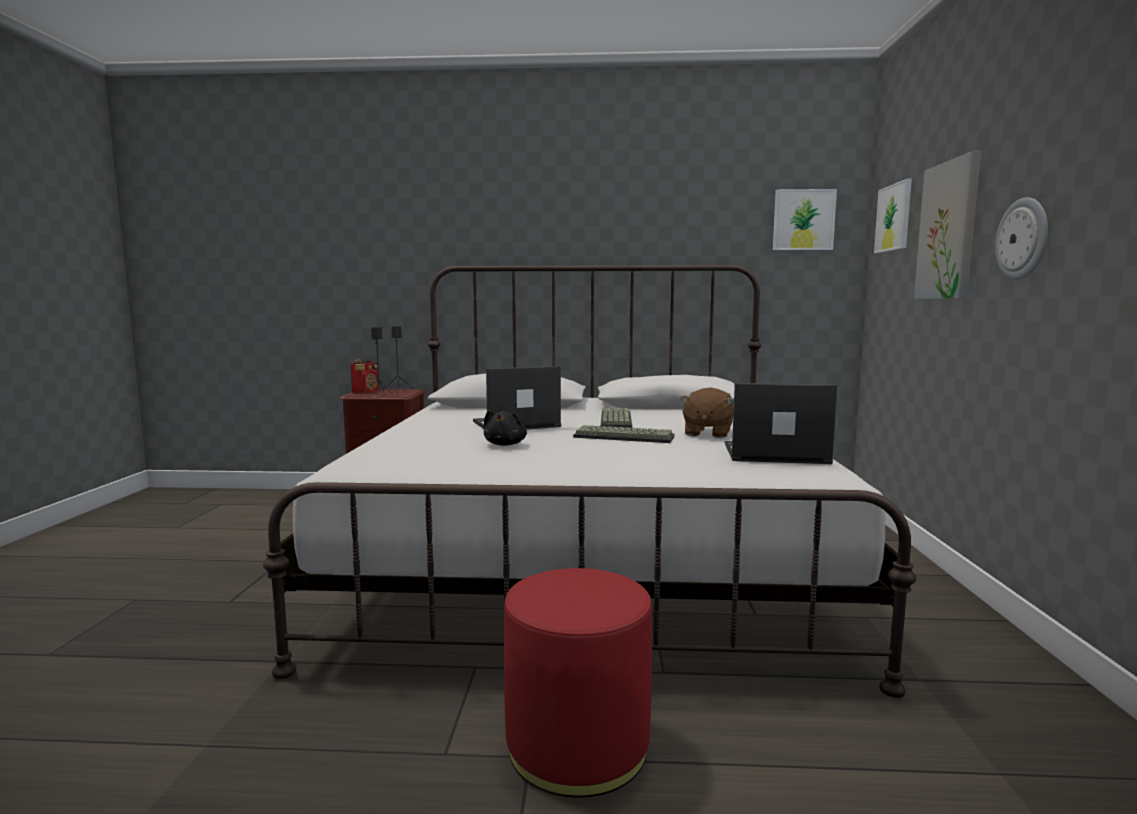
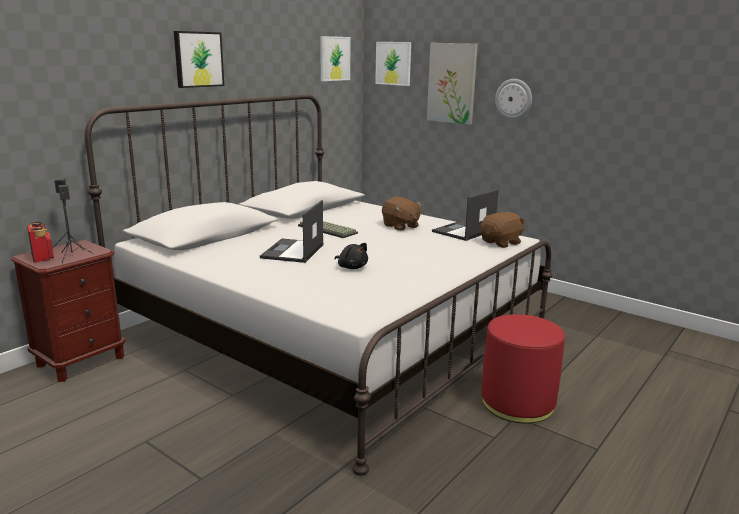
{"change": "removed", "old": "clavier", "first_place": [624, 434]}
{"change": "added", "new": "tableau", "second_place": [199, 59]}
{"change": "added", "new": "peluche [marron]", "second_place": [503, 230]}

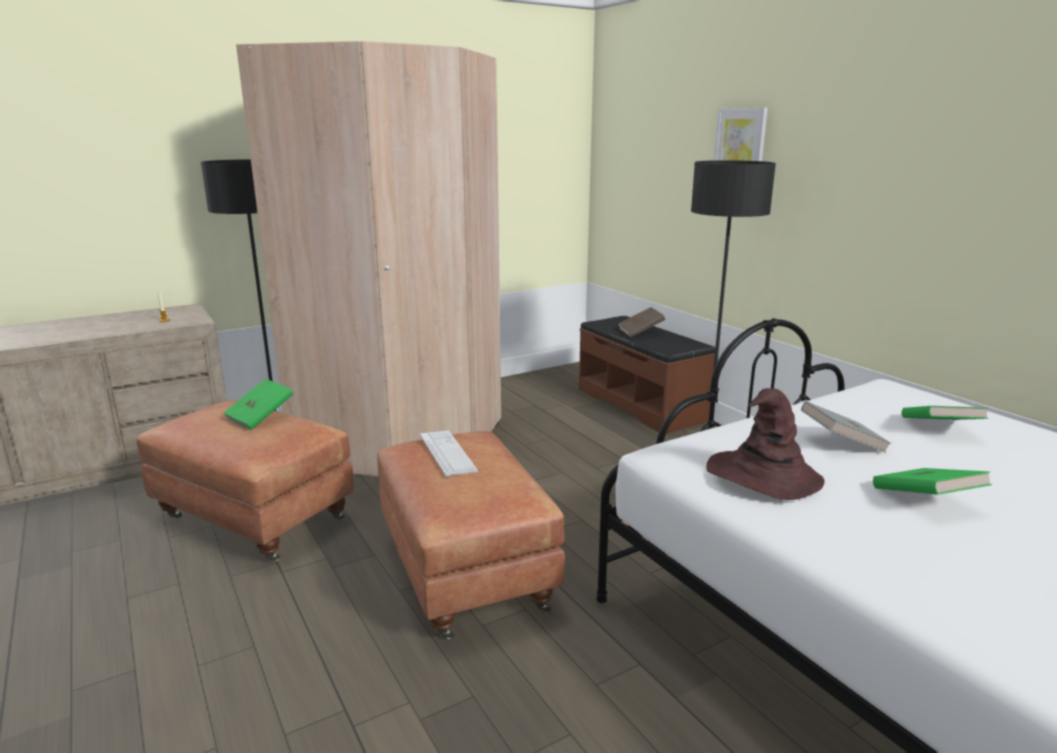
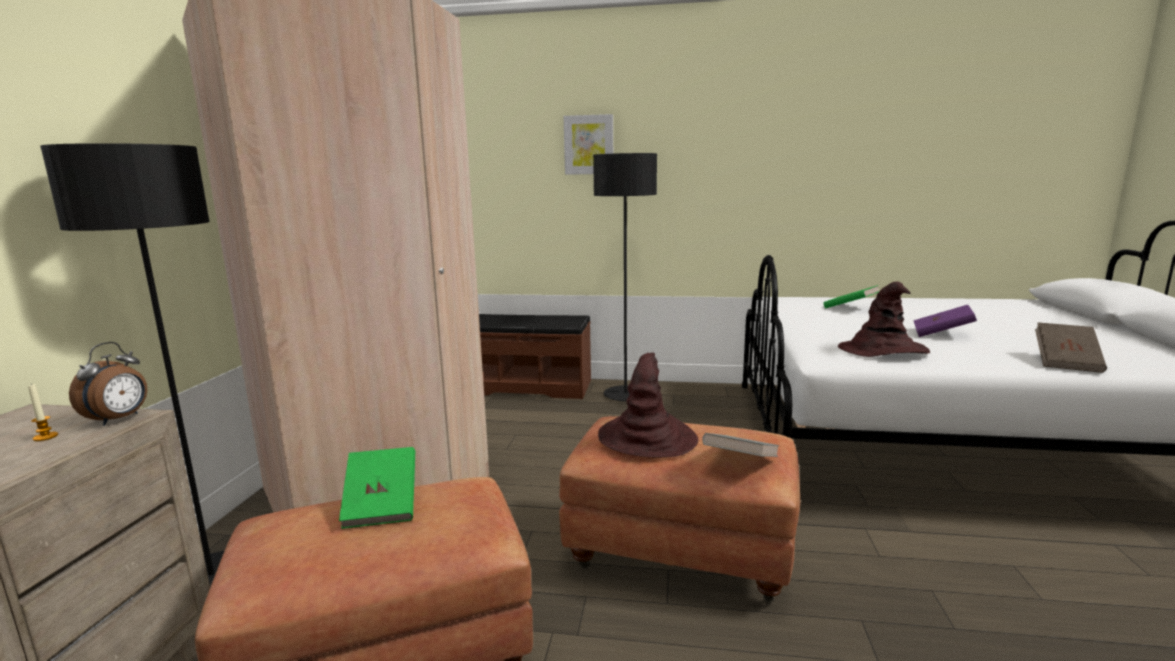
{"change": "moved", "old": "livre [marron]", "first_place": [641, 322], "second_place": [1071, 347]}
{"change": "moved", "old": "livre [gris]", "first_place": [846, 427], "second_place": [740, 445]}
{"change": "replaced", "old": "clavier", "new": "chapeau [marron]", "first_place": [449, 453], "second_place": [648, 405]}
{"change": "recoloured", "old": "livre [vert]", "new": "livre [violet]", "first_place": [932, 481], "second_place": [945, 321]}
{"change": "added", "new": "réveil", "second_place": [108, 384]}

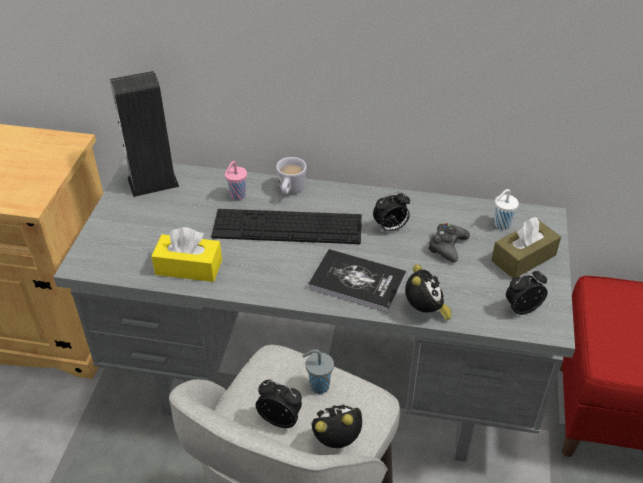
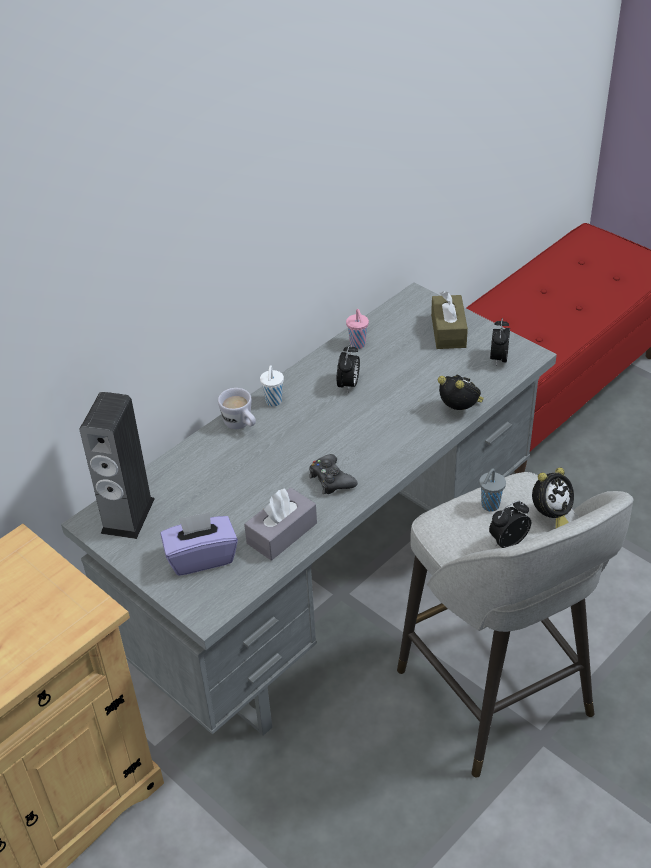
{"change": "moved", "old": "tasse [rose]", "first_place": [236, 180], "second_place": [357, 329]}
{"change": "moved", "old": "tasse [blanc]", "first_place": [506, 209], "second_place": [272, 385]}
{"change": "removed", "old": "clavier", "first_place": [286, 226]}
{"change": "moved", "old": "manette [noir]", "first_place": [449, 243], "second_place": [333, 474]}
{"change": "recoloured", "old": "boîte à mouchoirs [jaune]", "new": "boîte à mouchoirs [gris]", "first_place": [186, 254], "second_place": [280, 524]}
{"change": "removed", "old": "livre", "first_place": [357, 281]}
{"change": "turned", "old": "réveil", "first_place": [336, 426], "second_place": [553, 498], "degrees": -150}
{"change": "added", "new": "boîte à mouchoirs [violet]", "second_place": [199, 544]}

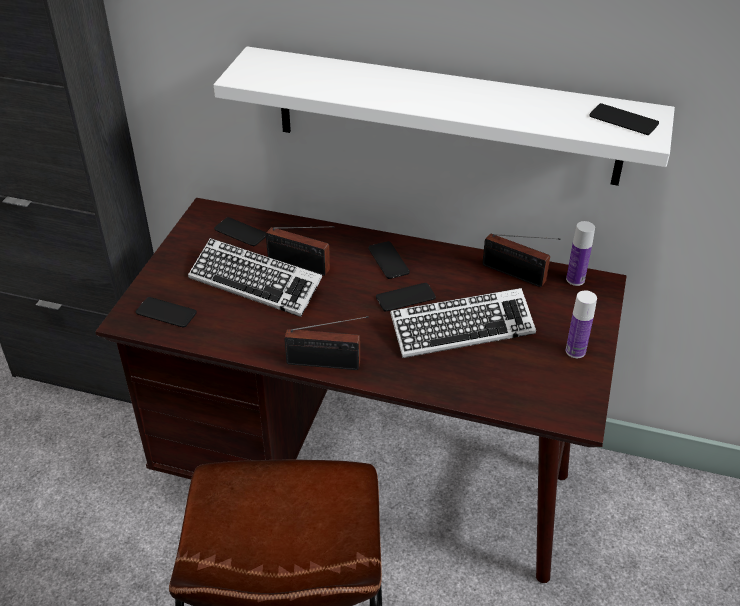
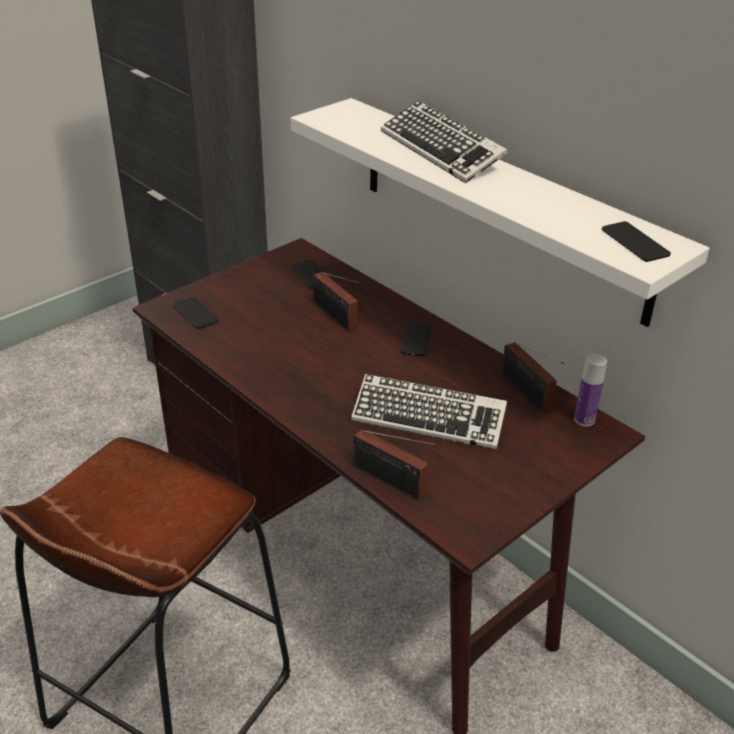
{"change": "moved", "old": "clavier", "first_place": [255, 277], "second_place": [444, 142]}
{"change": "removed", "old": "téléphone", "first_place": [406, 297]}
{"change": "removed", "old": "bouteille", "first_place": [581, 324]}
{"change": "moved", "old": "radio", "first_place": [326, 343], "second_place": [395, 465]}

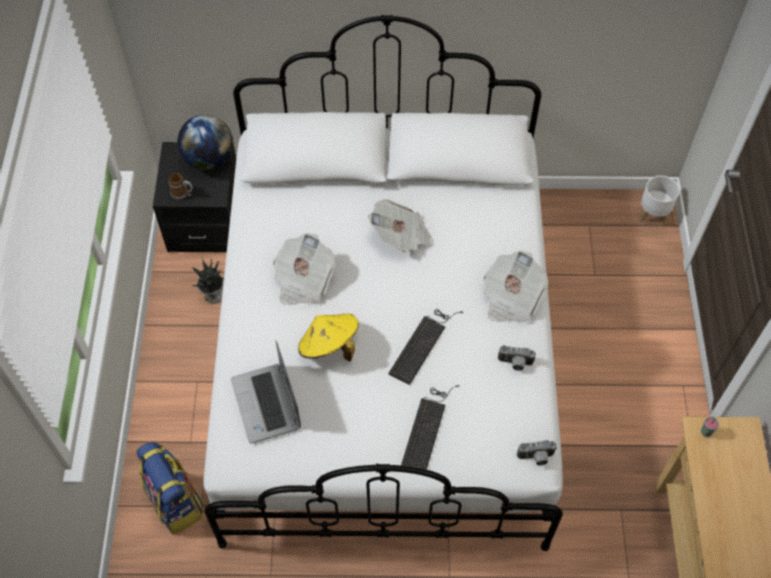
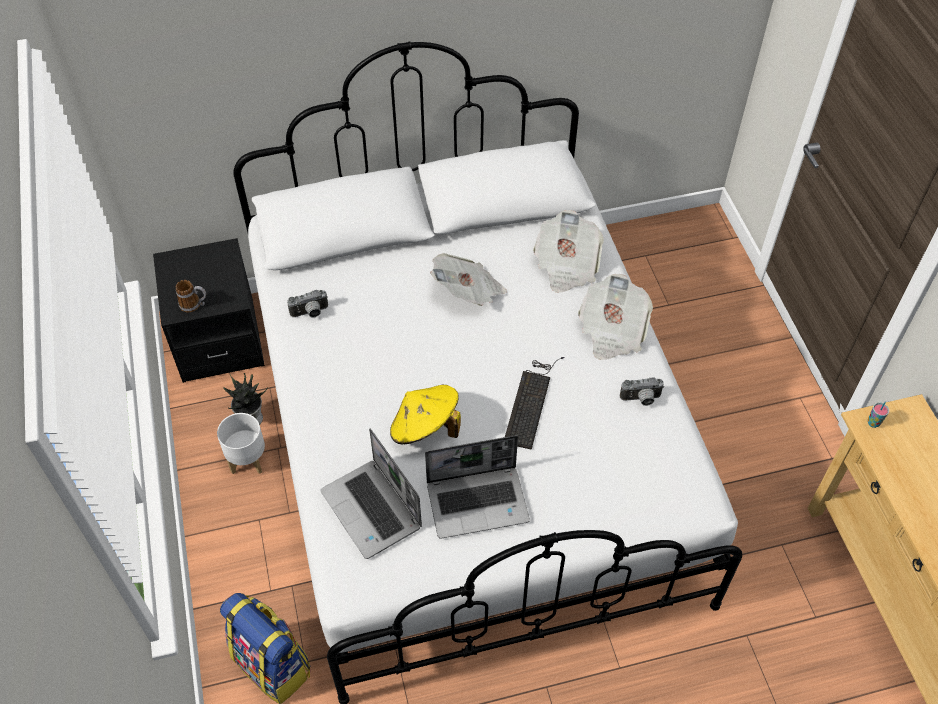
{"change": "removed", "old": "globe", "first_place": [205, 142]}
{"change": "moved", "old": "cache-pot [blanc]", "first_place": [660, 201], "second_place": [241, 443]}
{"change": "moved", "old": "journal", "first_place": [304, 269], "second_place": [568, 251]}
{"change": "removed", "old": "clavier", "first_place": [430, 427]}
{"change": "moved", "old": "appareil photo", "first_place": [537, 452], "second_place": [307, 304]}
{"change": "added", "new": "ordinateur portable", "second_place": [477, 487]}

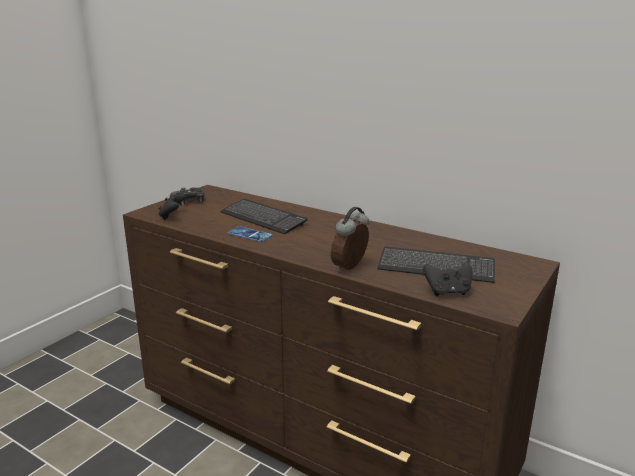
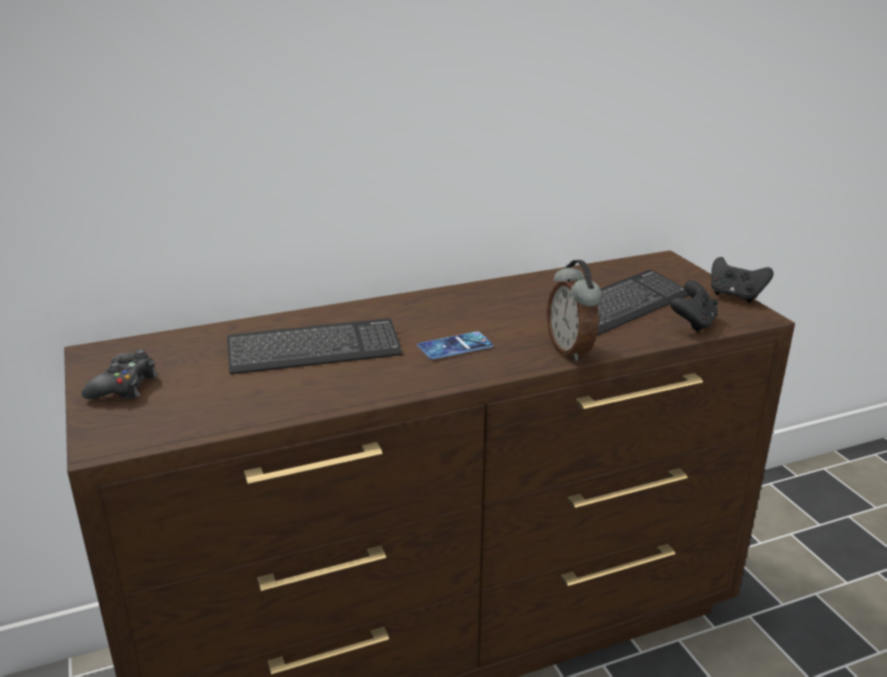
{"change": "moved", "old": "manette [noir]", "first_place": [171, 206], "second_place": [742, 280]}
{"change": "moved", "old": "téléphone", "first_place": [250, 234], "second_place": [455, 345]}

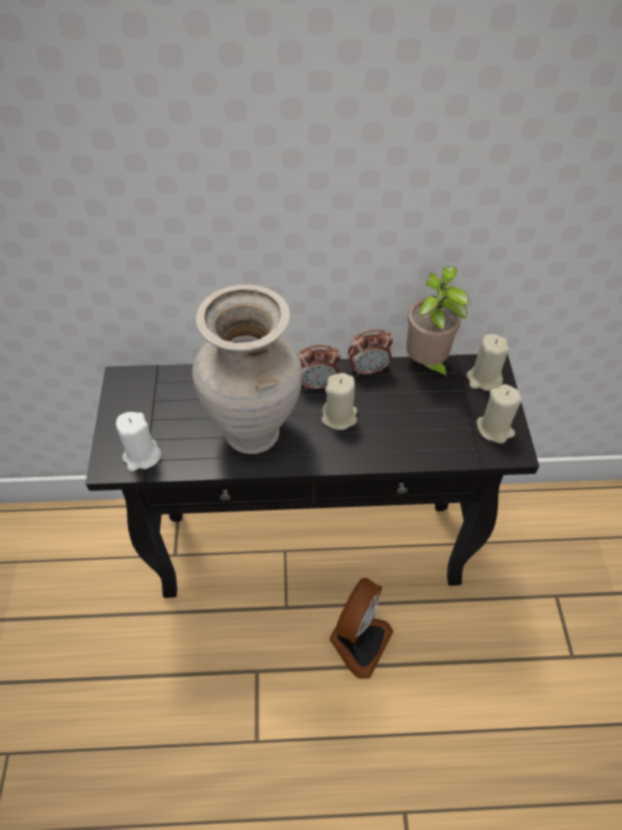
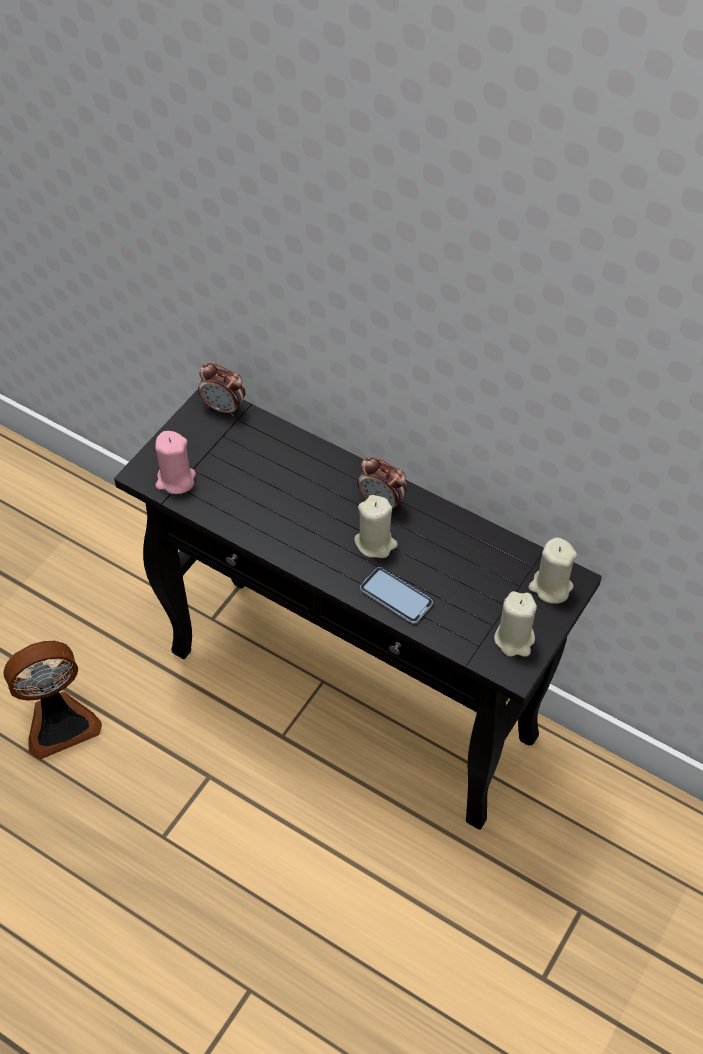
{"change": "removed", "old": "plante en pot", "first_place": [437, 324]}
{"change": "removed", "old": "vase [beige]", "first_place": [247, 369]}
{"change": "moved", "old": "réveil", "first_place": [370, 353], "second_place": [222, 389]}
{"change": "recoloured", "old": "bougie [blanc]", "new": "bougie [rose]", "first_place": [139, 442], "second_place": [175, 462]}
{"change": "moved", "old": "ventilateur", "first_place": [361, 628], "second_place": [52, 700]}
{"change": "added", "new": "téléphone", "second_place": [396, 595]}

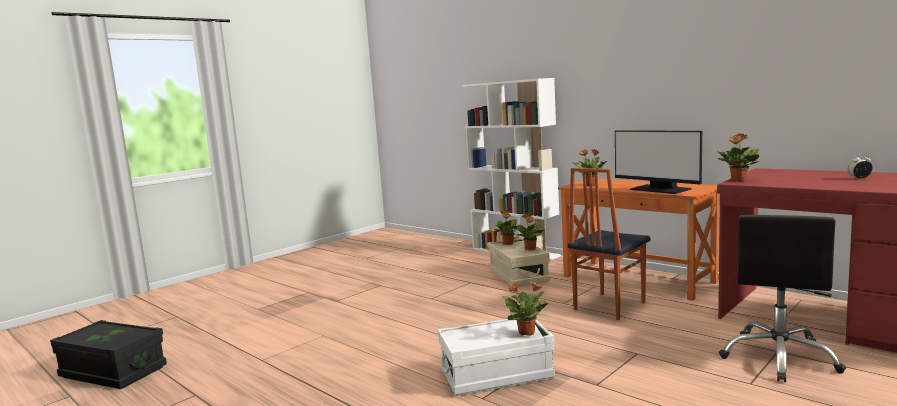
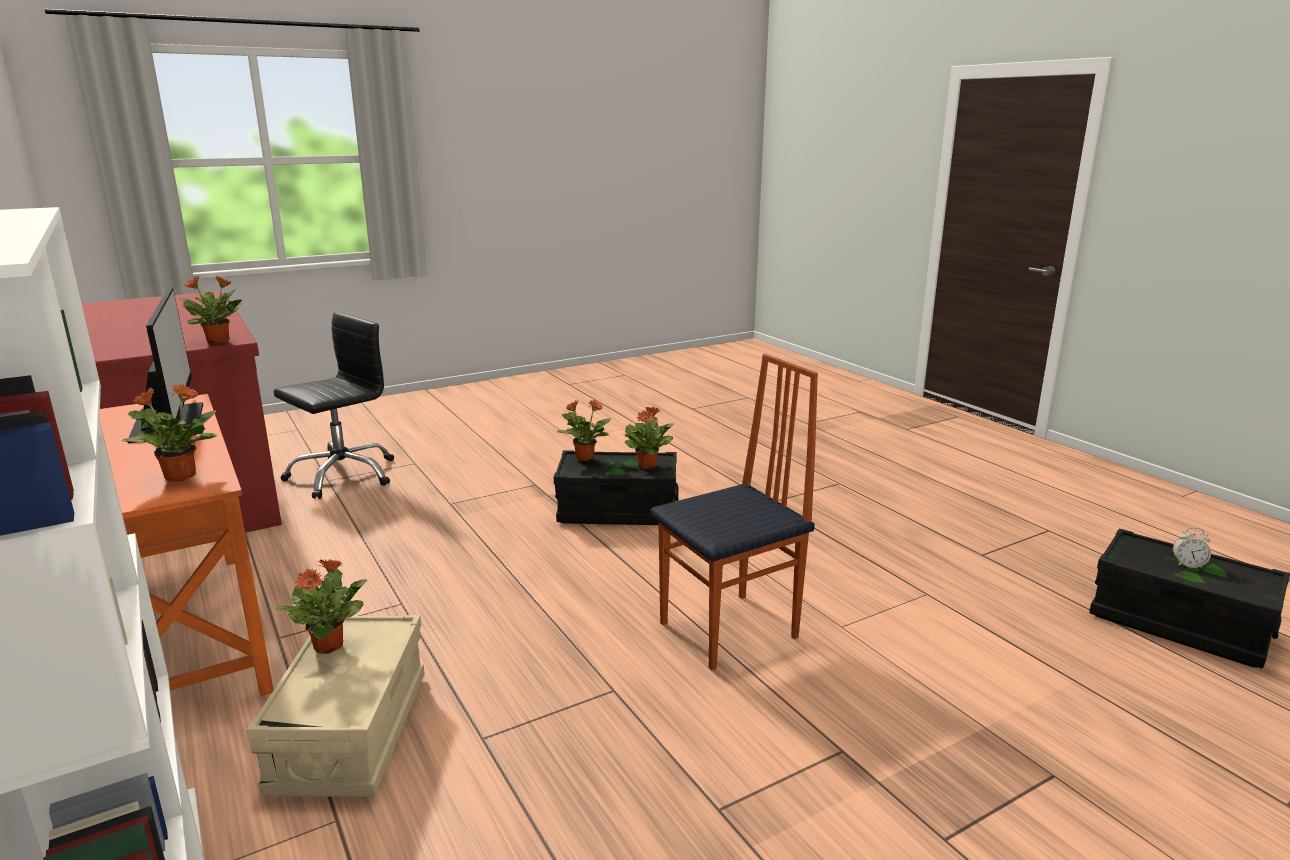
{"change": "moved", "old": "réveil", "first_place": [860, 166], "second_place": [1192, 548]}
{"change": "moved", "old": "chaise", "first_place": [608, 244], "second_place": [734, 512]}
{"change": "moved", "old": "plante en pot", "first_place": [506, 227], "second_place": [649, 438]}
{"change": "recoloured", "old": "boîte de rangement [blanc]", "new": "boîte de rangement [noir]", "first_place": [496, 357], "second_place": [616, 487]}

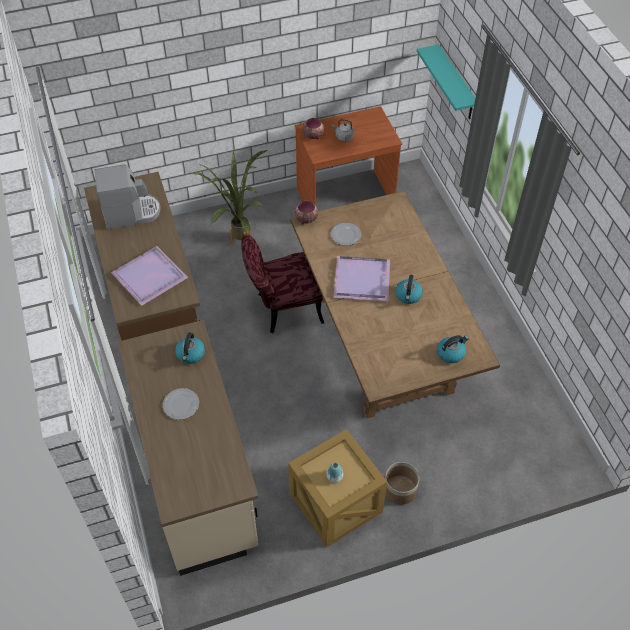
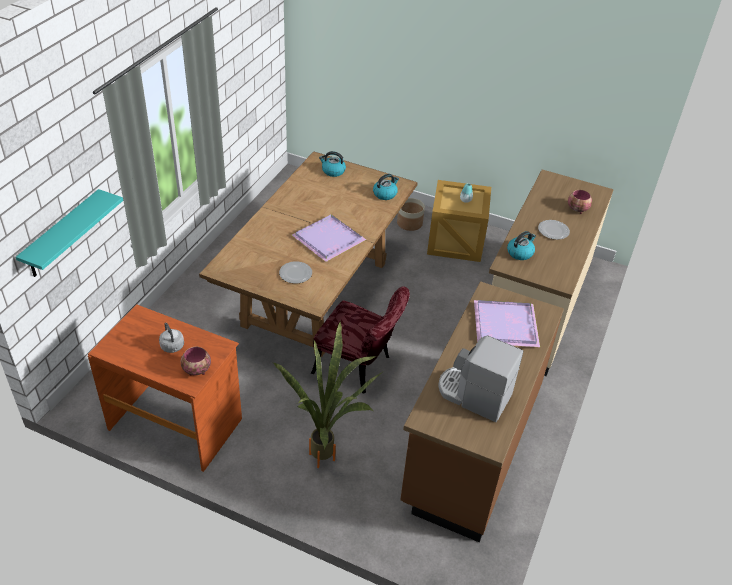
{"change": "moved", "old": "bol", "first_place": [306, 212], "second_place": [580, 202]}
{"change": "moved", "old": "bouilloire", "first_place": [409, 289], "second_place": [386, 187]}

